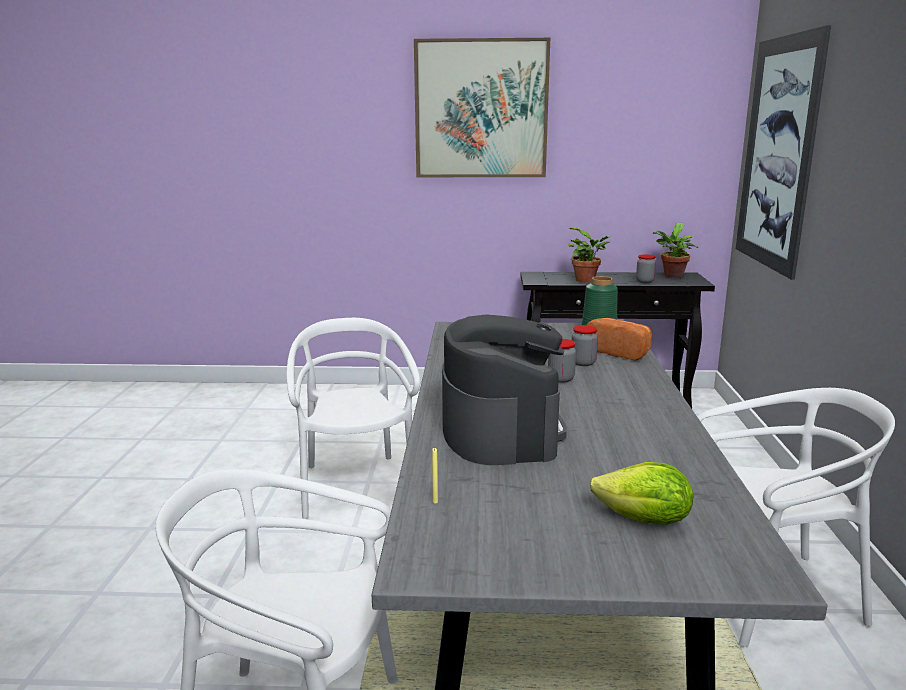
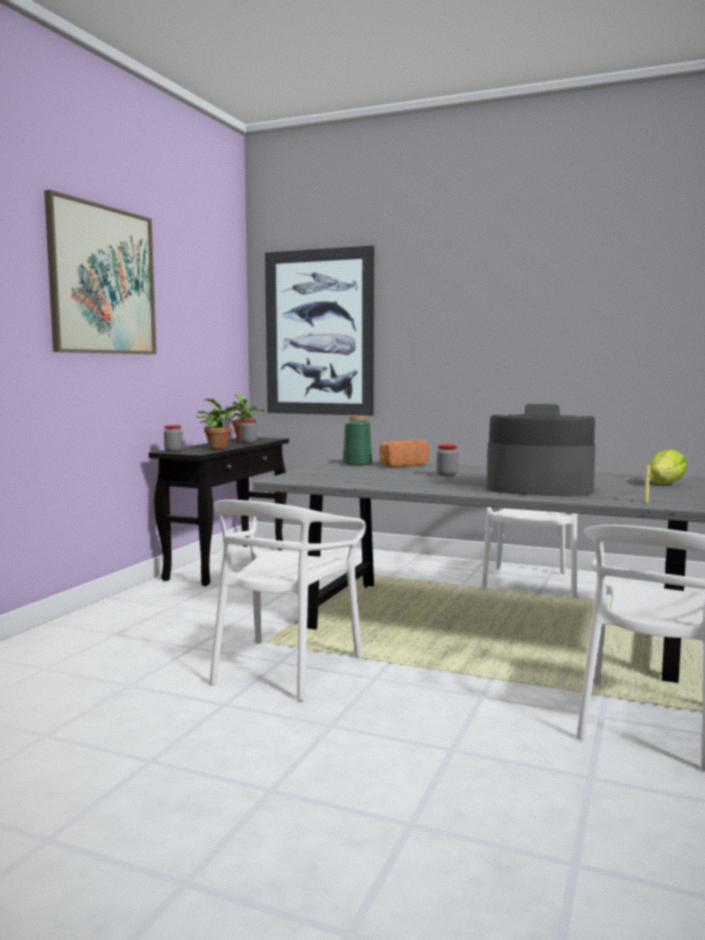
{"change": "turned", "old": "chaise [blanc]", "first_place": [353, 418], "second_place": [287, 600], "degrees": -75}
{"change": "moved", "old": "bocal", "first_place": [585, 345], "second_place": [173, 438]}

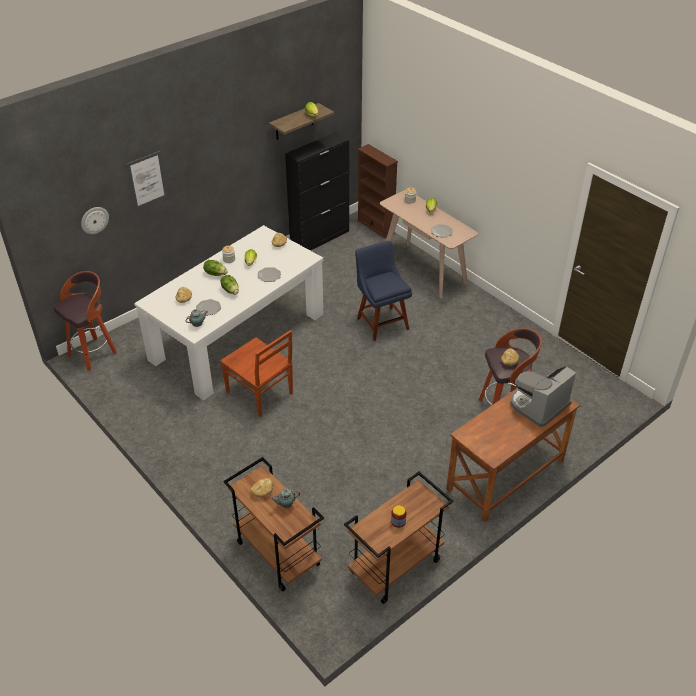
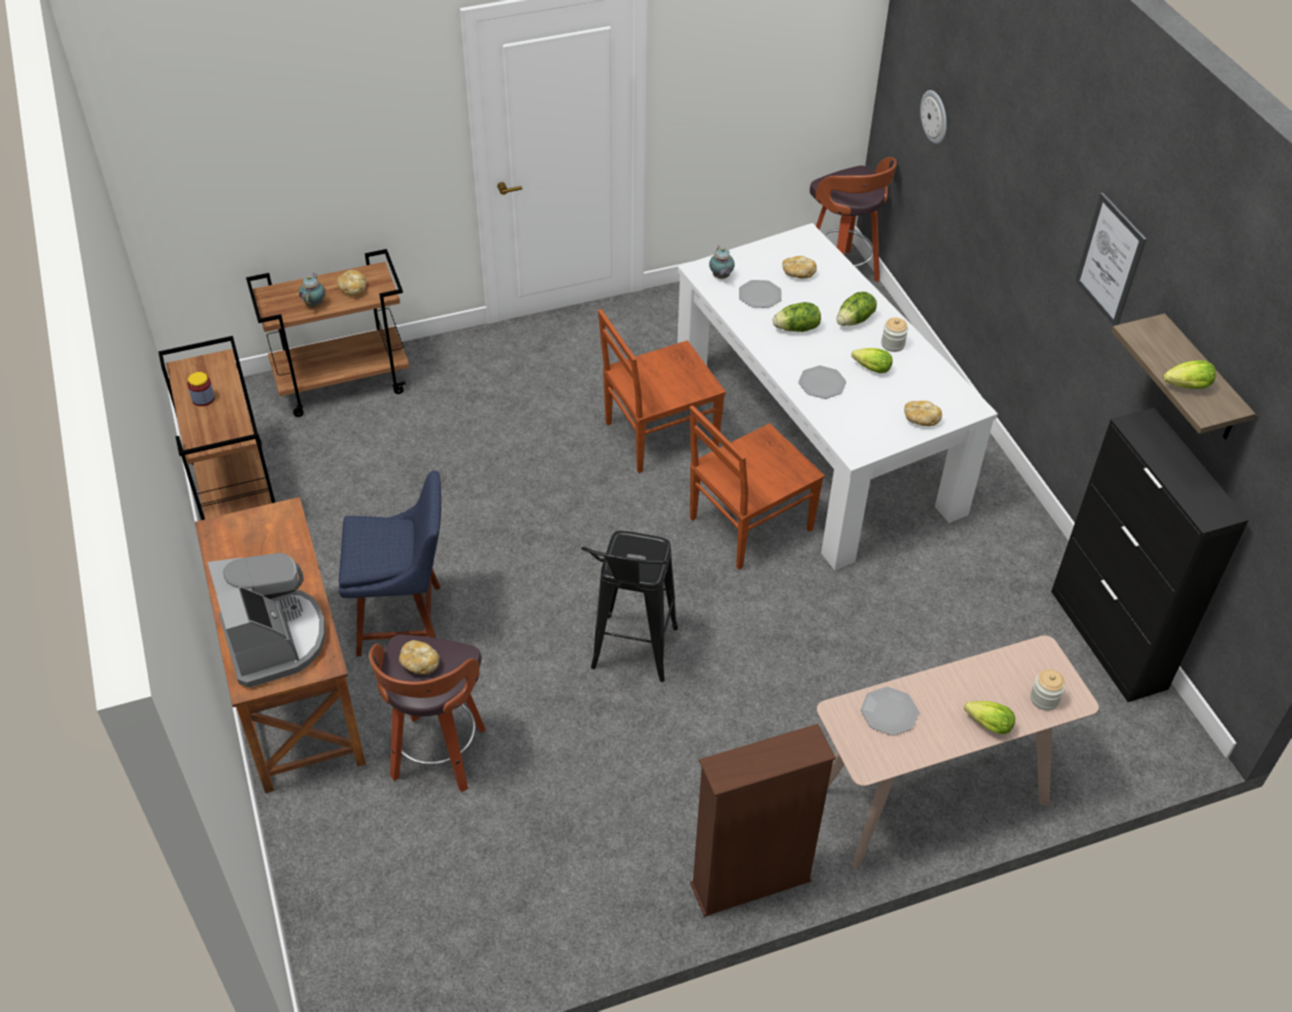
{"change": "moved", "old": "bibliothèque [marron]", "first_place": [377, 191], "second_place": [763, 820]}
{"change": "moved", "old": "tableau", "first_place": [147, 180], "second_place": [1111, 259]}
{"change": "moved", "old": "chaise [bleu]", "first_place": [383, 291], "second_place": [390, 564]}
{"change": "added", "new": "chaise [marron]", "second_place": [757, 488]}
{"change": "added", "new": "tabouret [noir]", "second_place": [629, 606]}

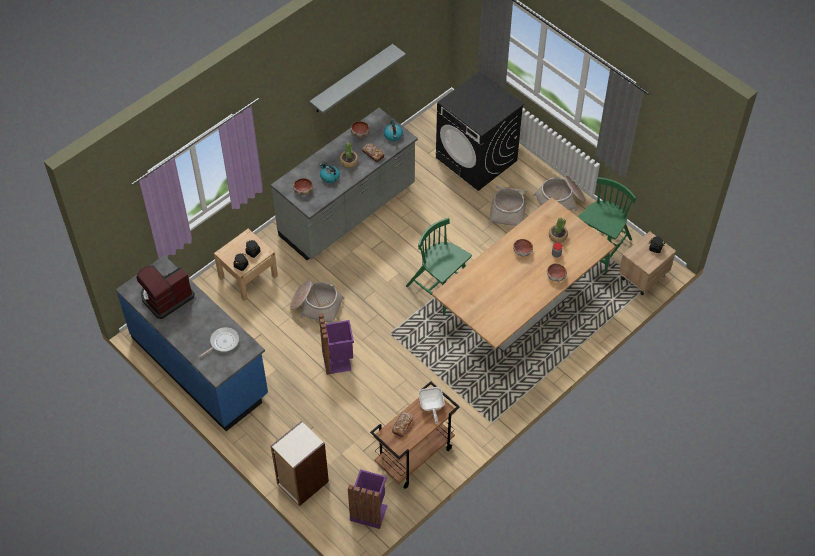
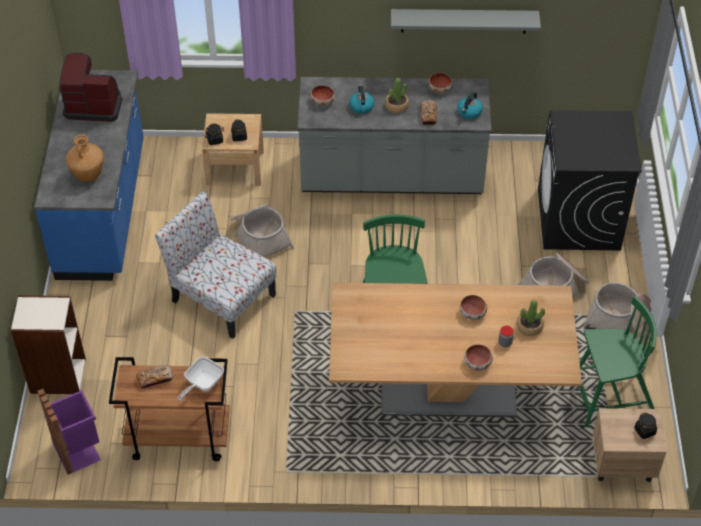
{"change": "replaced", "old": "poubelle [violet]", "new": "chaise", "first_place": [336, 344], "second_place": [216, 265]}
{"change": "replaced", "old": "poêle", "new": "vase [marron]", "first_place": [219, 342], "second_place": [85, 158]}

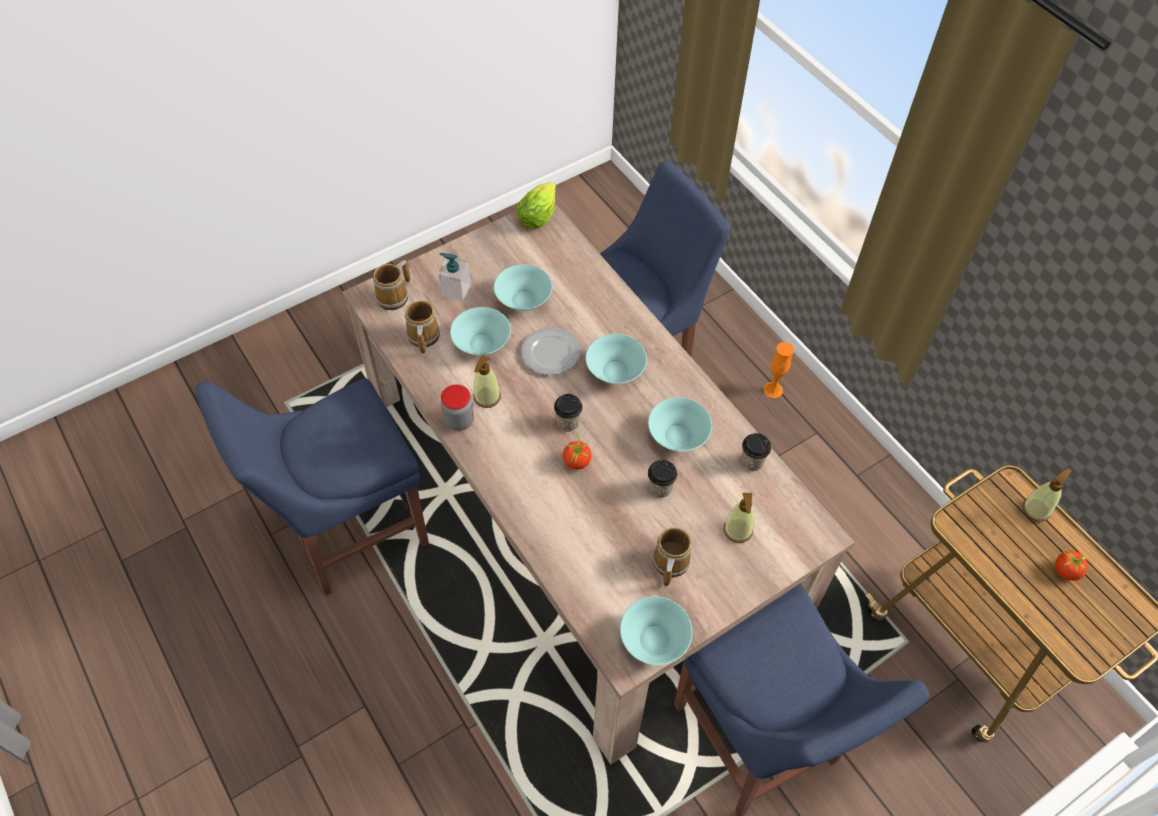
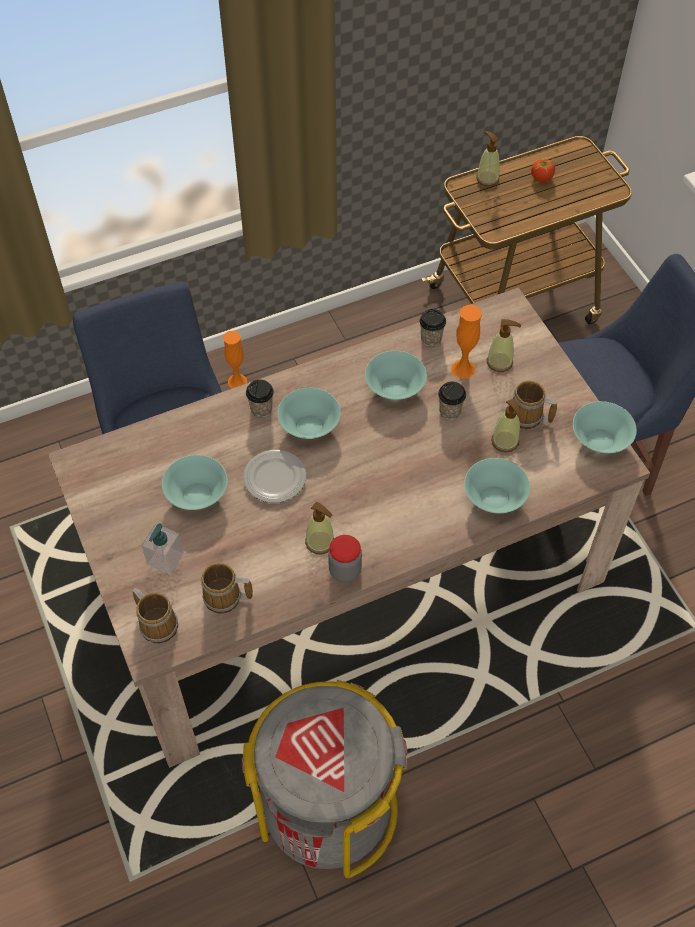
{"change": "removed", "old": "laitue", "first_place": [536, 205]}
{"change": "moved", "old": "bol [turquoise]", "first_place": [480, 331], "second_place": [497, 485]}
{"change": "replaced", "old": "chaise [bleu]", "new": "poubelle [gris]", "first_place": [312, 487], "second_place": [324, 779]}
{"change": "moved", "old": "tasse", "first_place": [568, 413], "second_place": [260, 398]}
{"change": "removed", "old": "tomate", "first_place": [577, 453]}
{"change": "added", "new": "vase [orange]", "second_place": [466, 341]}
{"change": "added", "new": "distributeur de savon", "second_place": [506, 426]}

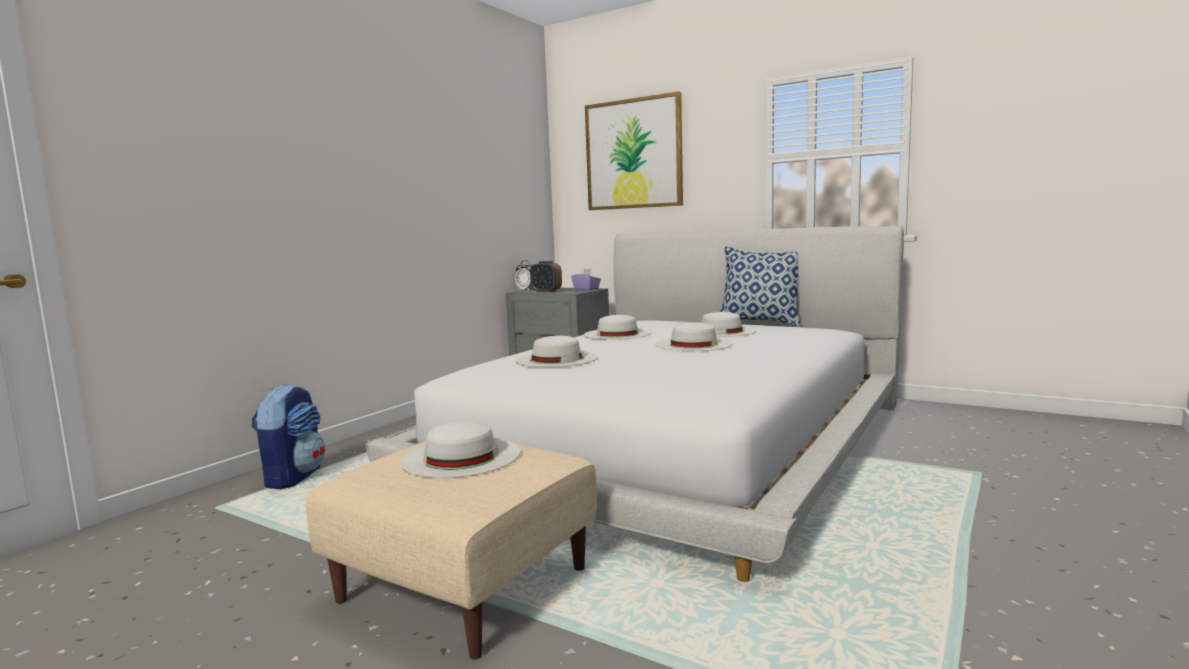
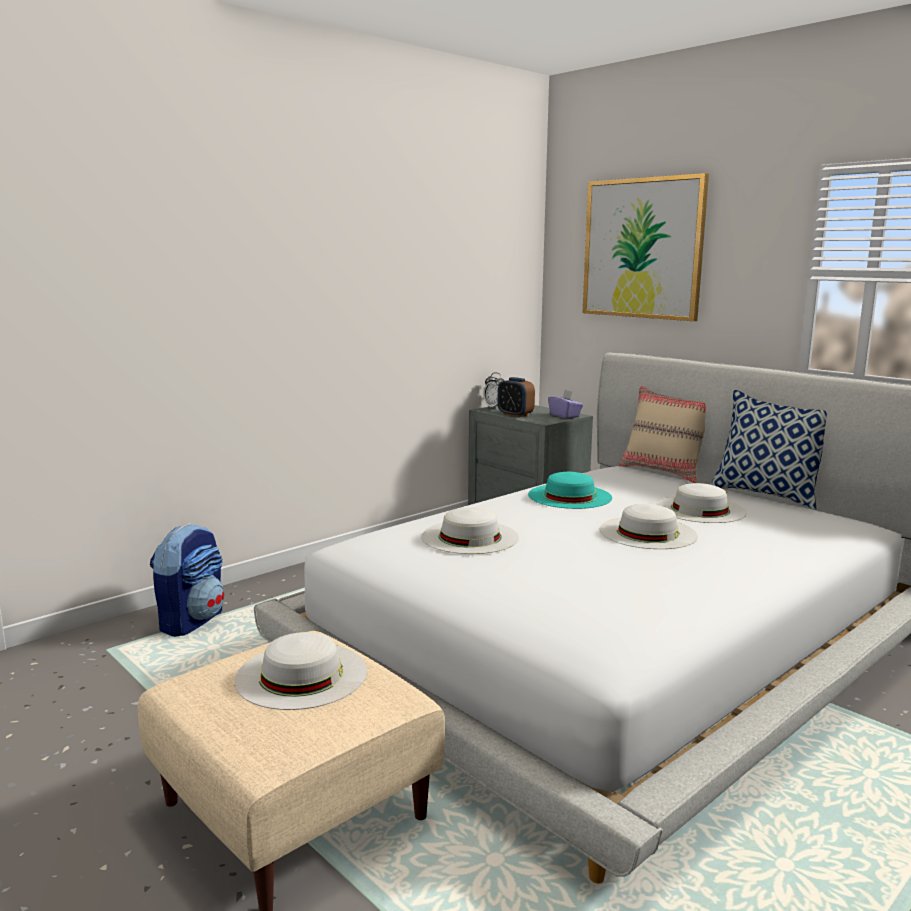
{"change": "recoloured", "old": "chapeau [blanc]", "new": "chapeau [turquoise]", "first_place": [618, 327], "second_place": [570, 490]}
{"change": "added", "new": "coussin [beige]", "second_place": [662, 434]}

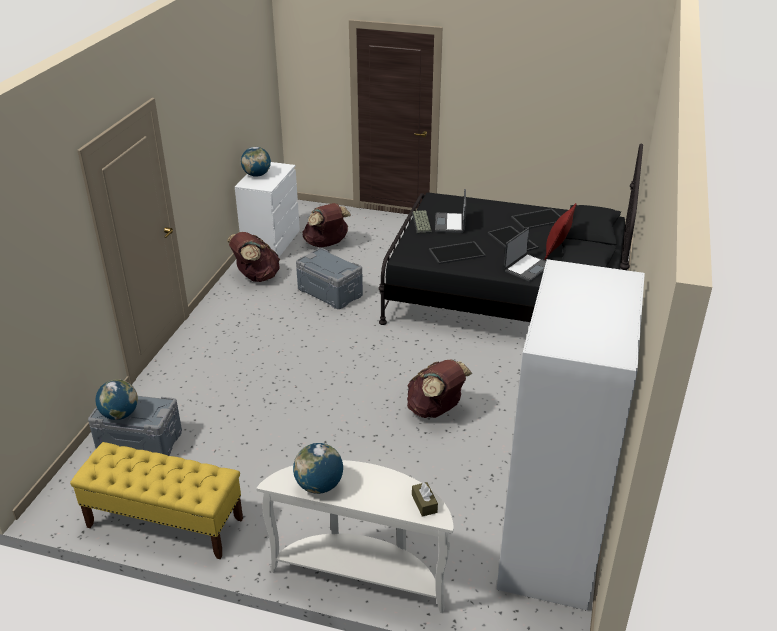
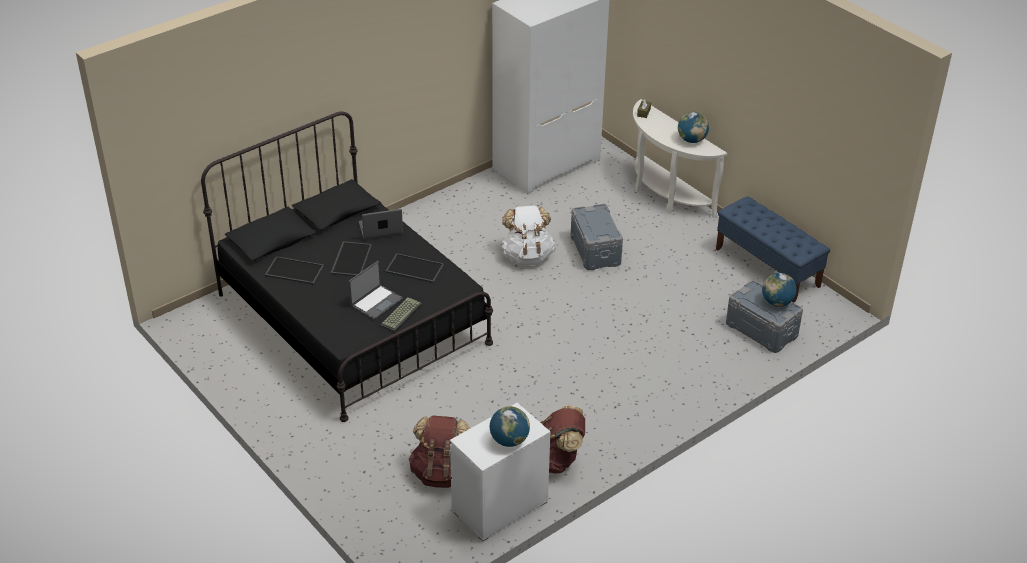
{"change": "removed", "old": "coussin [rouge]", "first_place": [560, 231]}
{"change": "moved", "old": "boîte de rangement [gris]", "first_place": [329, 278], "second_place": [597, 237]}
{"change": "recoloured", "old": "sac à dos [marron]", "new": "sac à dos [blanc]", "first_place": [440, 389], "second_place": [528, 235]}
{"change": "recoloured", "old": "banc [jaune]", "new": "banc [bleu]", "first_place": [156, 500], "second_place": [773, 249]}

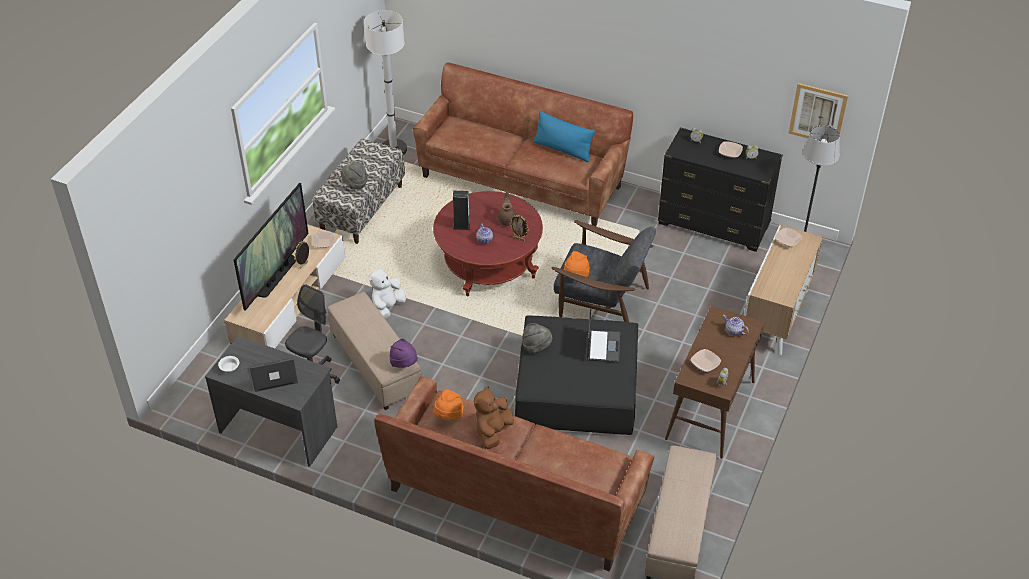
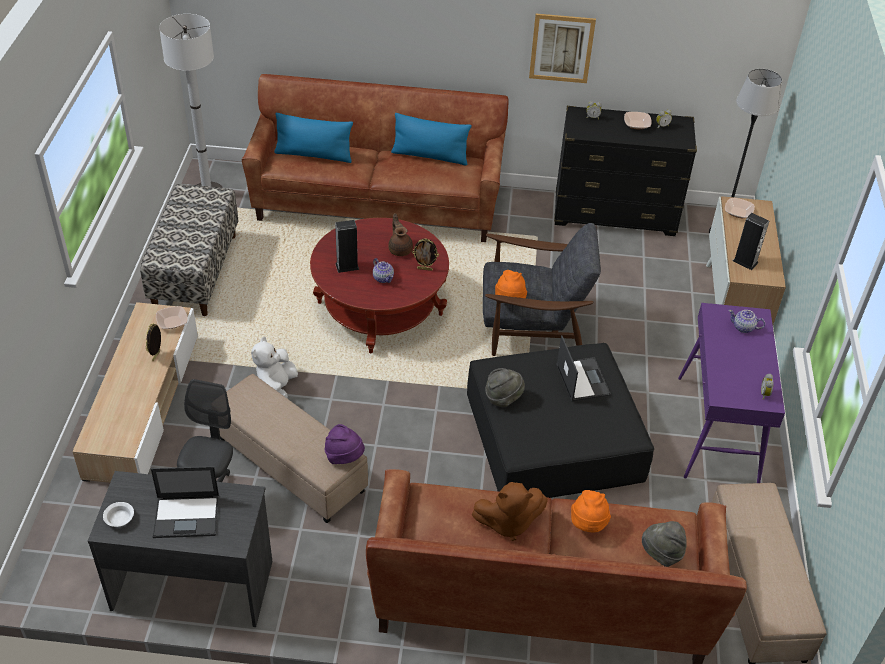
{"change": "moved", "old": "tableau", "first_place": [818, 110], "second_place": [562, 48]}
{"change": "moved", "old": "chapeau [gris]", "first_place": [354, 176], "second_place": [664, 544]}
{"change": "removed", "old": "téléviseur", "first_place": [271, 247]}
{"change": "recoloured", "old": "table console [marron]", "new": "table console [violet]", "first_place": [714, 382], "second_place": [731, 393]}
{"change": "removed", "old": "bol", "first_place": [706, 360]}
{"change": "turned", "old": "ordinateur portable", "first_place": [274, 375], "second_place": [185, 502], "degrees": -150}
{"change": "turned", "old": "peluche [marron]", "first_place": [494, 417], "second_place": [510, 511], "degrees": -105}
{"change": "moved", "old": "chapeau [orange]", "first_place": [448, 404], "second_place": [591, 511]}
{"change": "added", "new": "coussin [bleu]", "second_place": [313, 138]}
{"change": "added", "new": "enceinte", "second_place": [751, 241]}

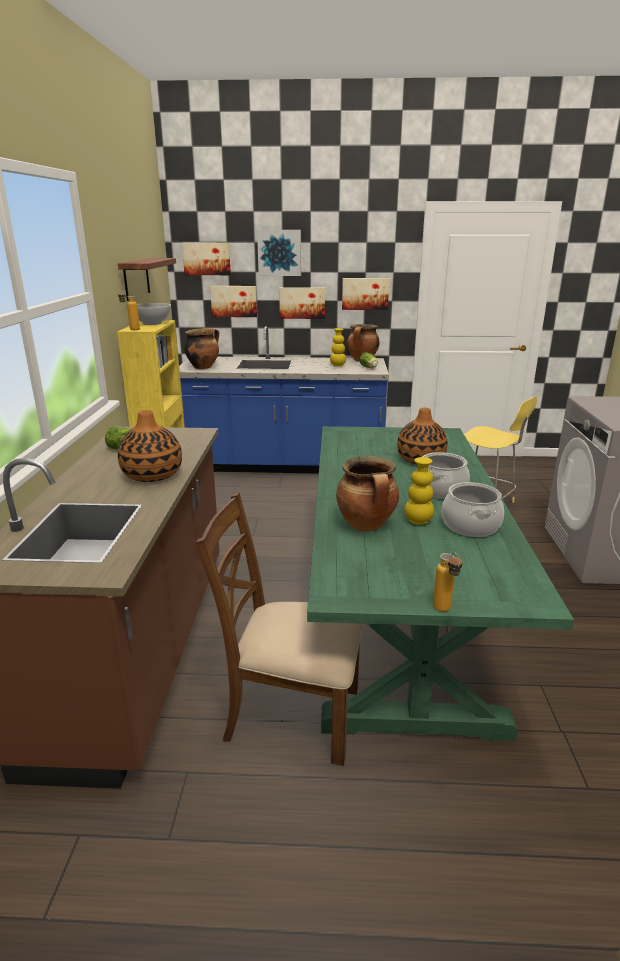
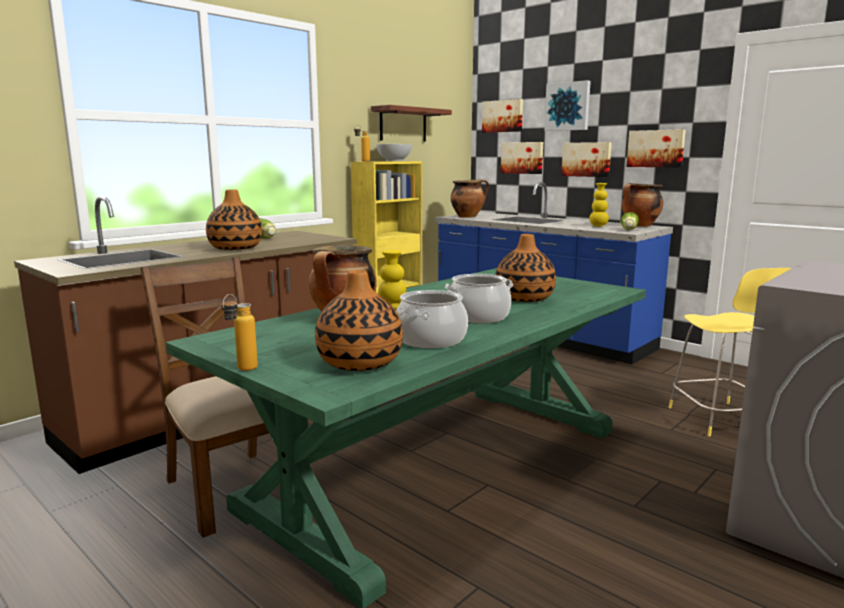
{"change": "added", "new": "vase", "second_place": [359, 320]}

